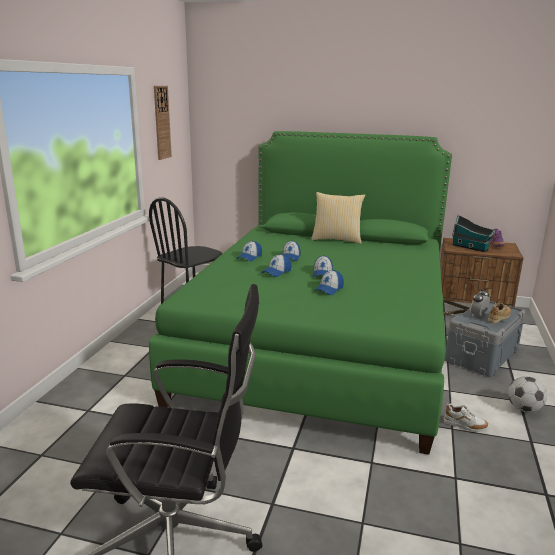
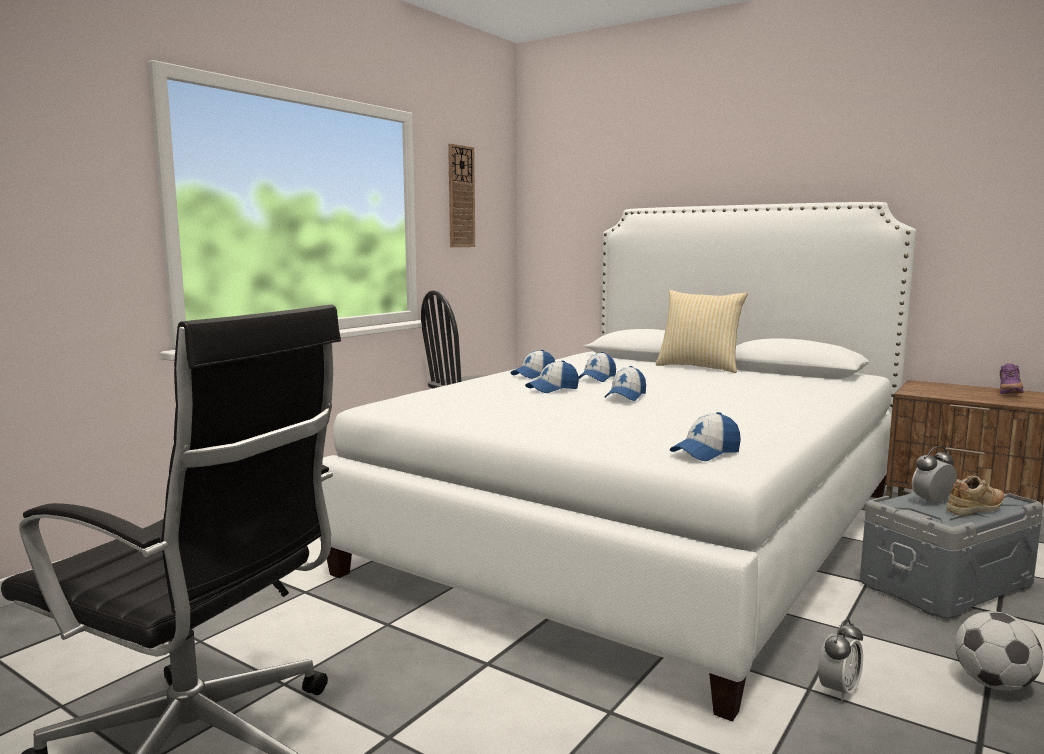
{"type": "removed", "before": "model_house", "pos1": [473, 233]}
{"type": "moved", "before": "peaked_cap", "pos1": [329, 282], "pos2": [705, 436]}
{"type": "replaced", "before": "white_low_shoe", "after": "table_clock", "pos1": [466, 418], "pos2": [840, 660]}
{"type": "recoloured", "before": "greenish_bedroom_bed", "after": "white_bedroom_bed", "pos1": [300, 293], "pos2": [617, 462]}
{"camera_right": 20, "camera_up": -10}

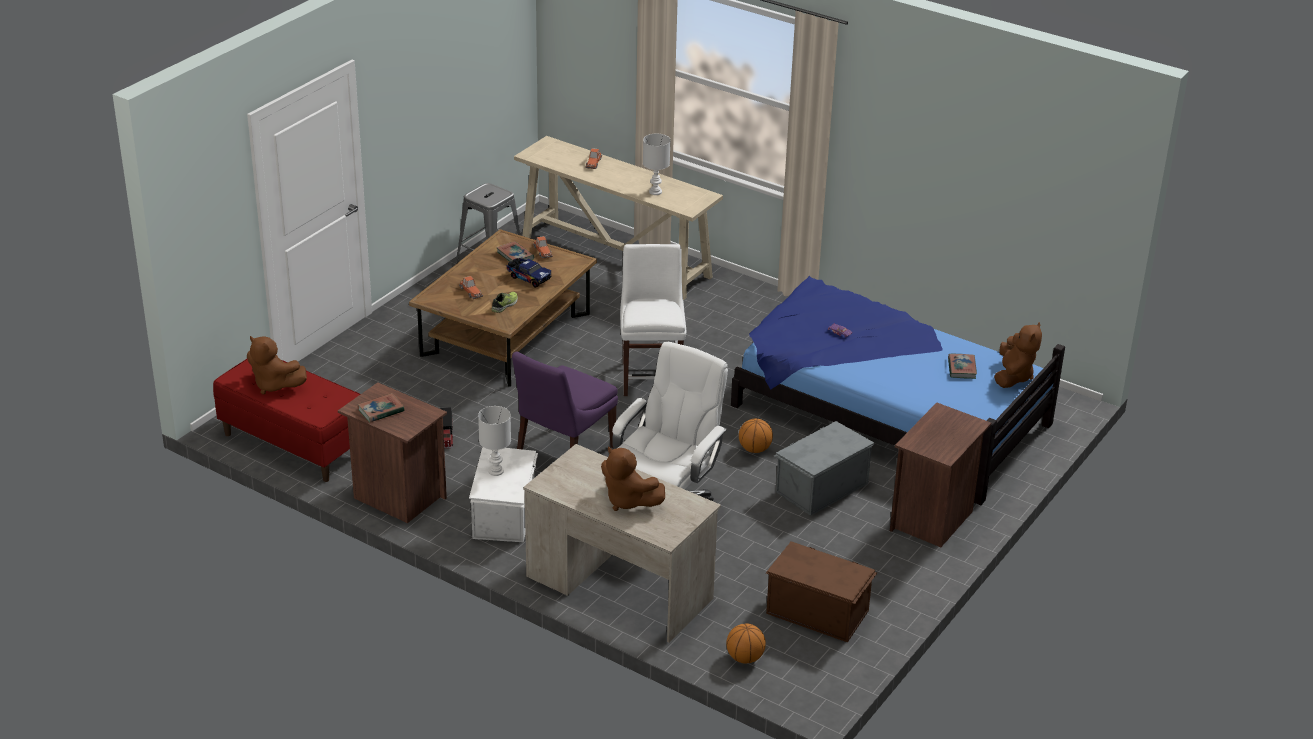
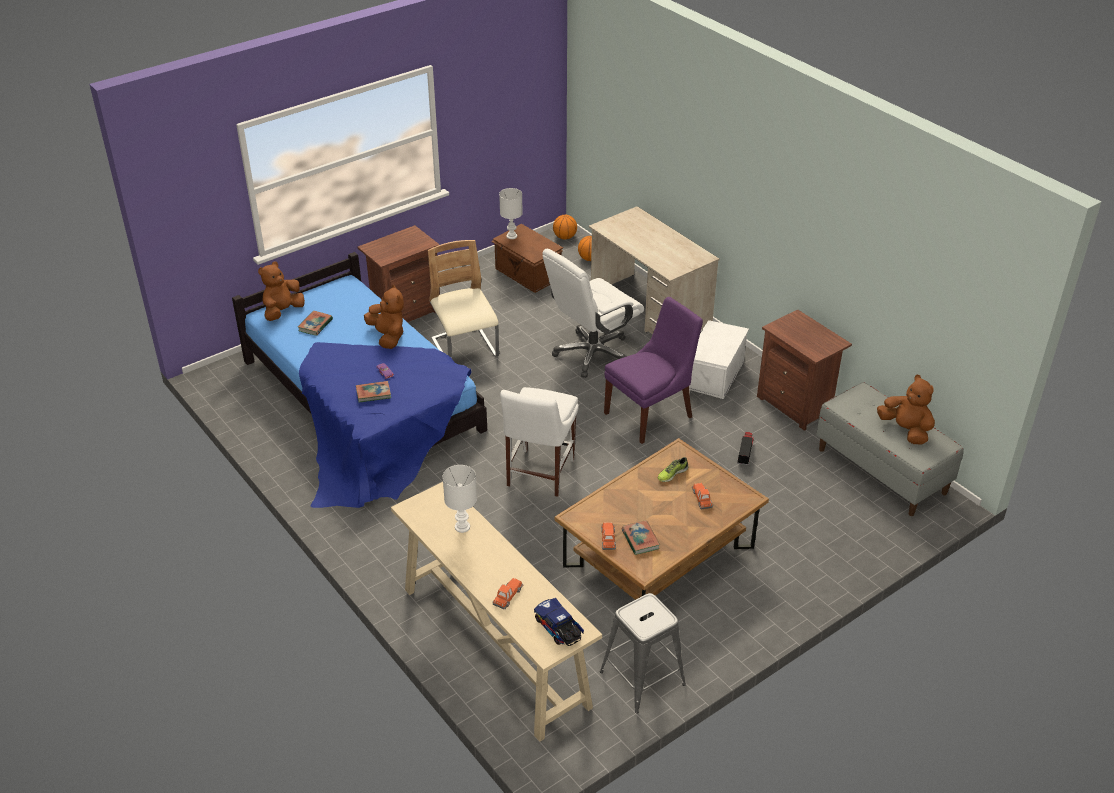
{"type": "moved", "before": "volume", "pos1": [381, 407], "pos2": [373, 392]}
{"type": "moved", "before": "white_lamp_for_a_table", "pos1": [494, 441], "pos2": [511, 213]}
{"type": "moved", "before": "toy_truck", "pos1": [529, 273], "pos2": [559, 622]}
{"type": "moved", "before": "brown-coloured_cuddly_toy", "pos1": [633, 478], "pos2": [384, 317]}
{"type": "moved", "before": "ball_for_basketball", "pos1": [756, 435], "pos2": [565, 227]}
{"type": "replaced", "before": "gray_storage_bin", "after": "beige_plain_chair", "pos1": [824, 468], "pos2": [463, 299]}
{"type": "recoloured", "before": "reddish_bench", "after": "gray_bench", "pos1": [286, 420], "pos2": [890, 449]}
{"camera_right": -160, "camera_up": 5}

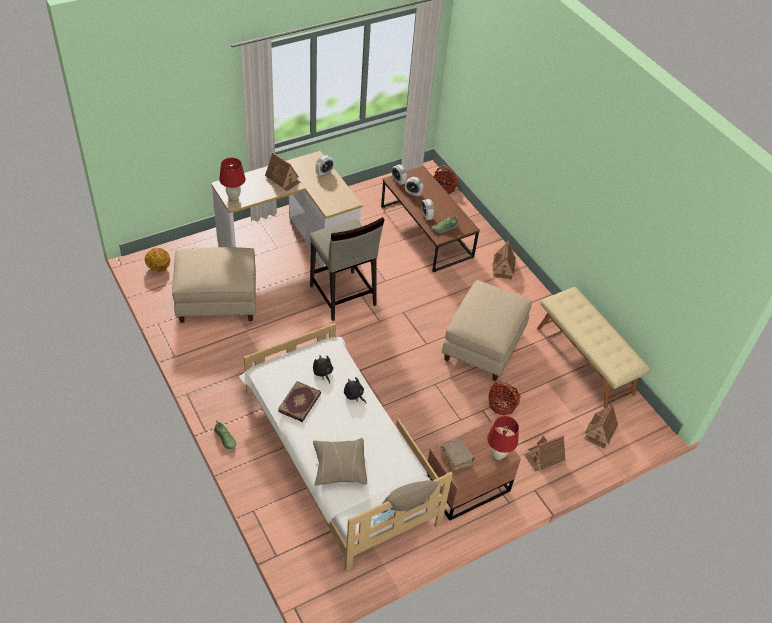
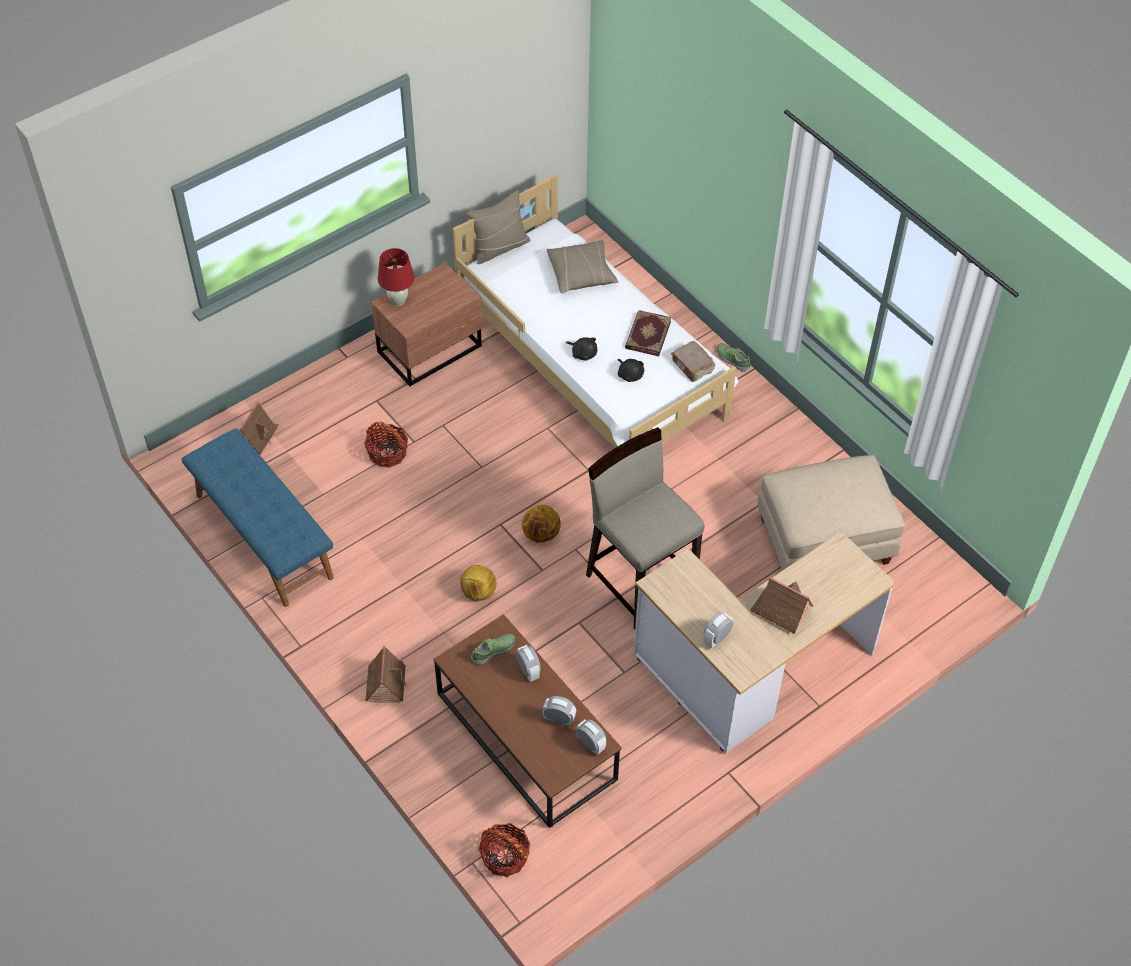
{"type": "removed", "before": "reddish_lamp_for_a_table", "pos1": [232, 179]}
{"type": "removed", "before": "beige_ottoman", "pos1": [487, 330]}
{"type": "removed", "before": "model_house", "pos1": [544, 453]}
{"type": "added", "after": "football_ball", "pos2": [478, 583]}
{"type": "moved", "before": "ball_for_basketball", "pos1": [157, 260], "pos2": [541, 524]}
{"type": "moved", "before": "brown-coloured_volume", "pos1": [457, 454], "pos2": [693, 361]}
{"type": "recoloured", "before": "beige_bench", "after": "bluish_bench", "pos1": [594, 347], "pos2": [258, 517]}
{"camera_right": 175, "camera_up": 5}

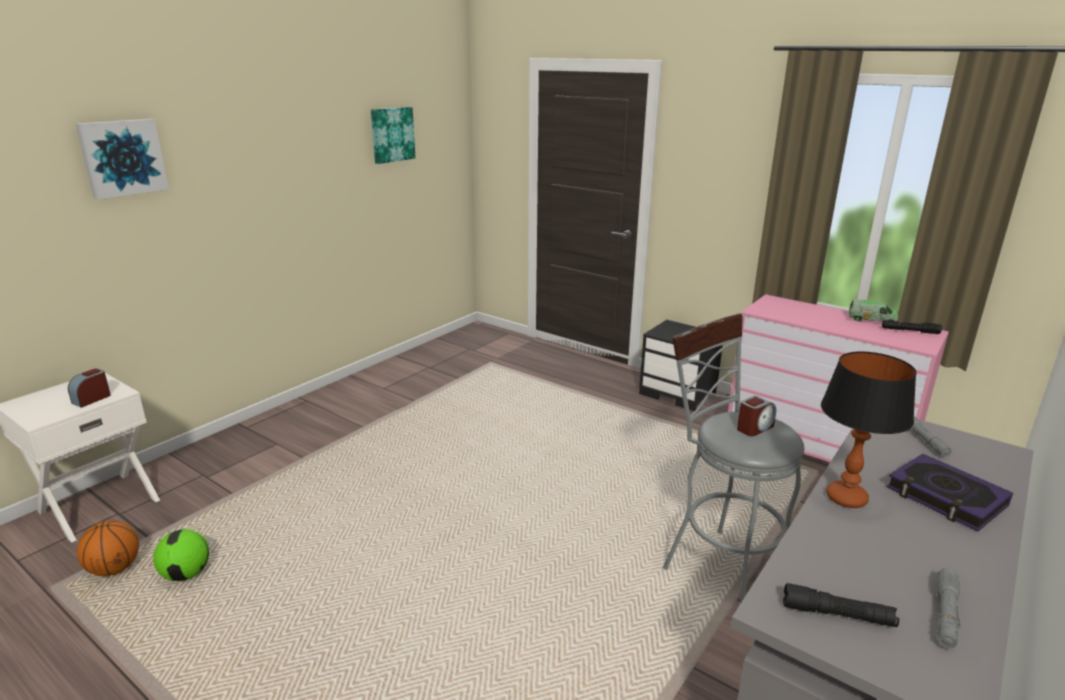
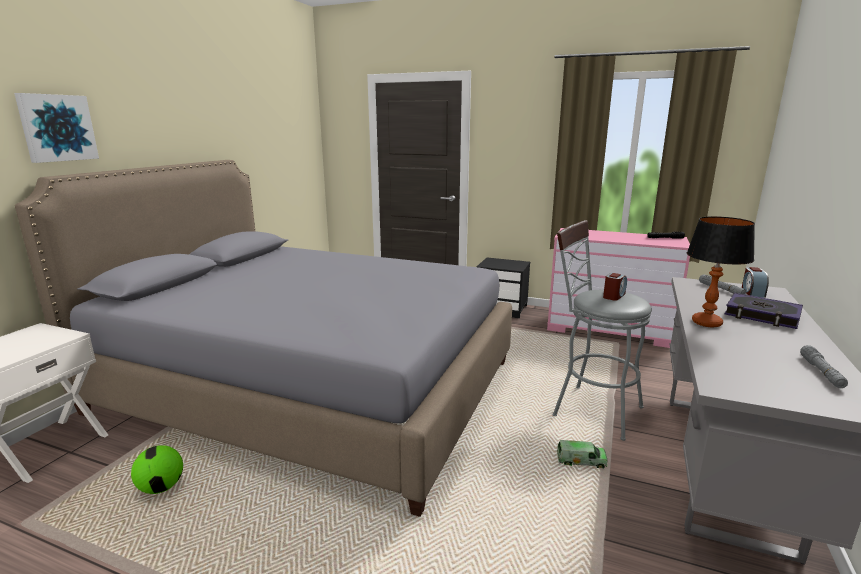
{"type": "removed", "before": "ball_for_basketball", "pos1": [108, 548]}
{"type": "removed", "before": "picture", "pos1": [393, 135]}
{"type": "removed", "before": "blackish_torch", "pos1": [841, 605]}
{"type": "added", "after": "gray_bedroom_bed", "pos2": [263, 338]}
{"type": "moved", "before": "table_clock", "pos1": [89, 388], "pos2": [755, 282]}
{"type": "moved", "before": "toy_truck", "pos1": [873, 310], "pos2": [582, 454]}
{"camera_right": -15, "camera_up": -5}

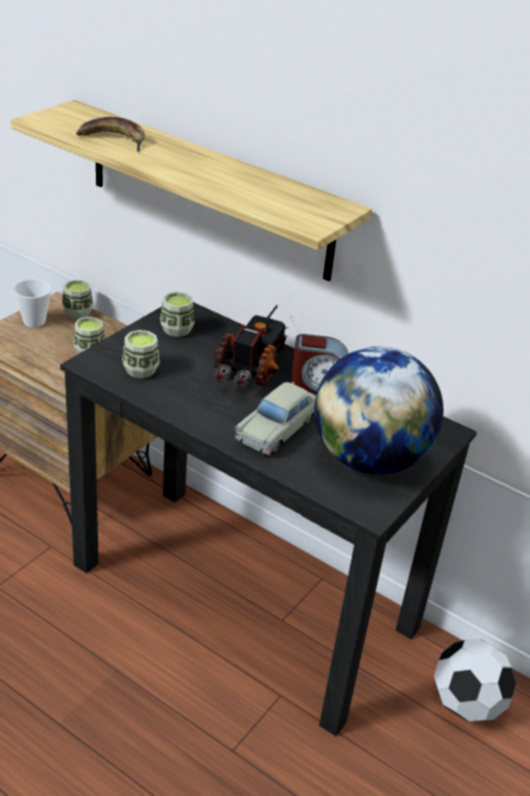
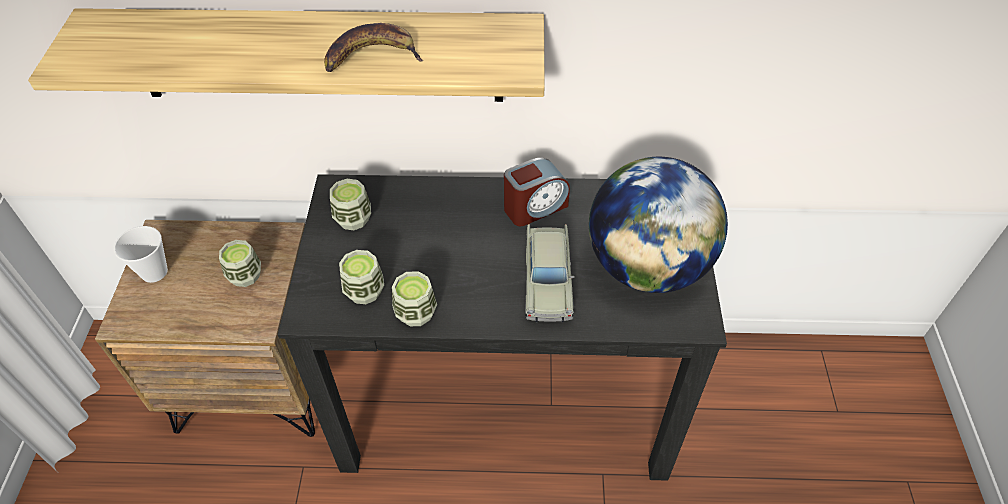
{"type": "removed", "before": "toy_truck", "pos1": [250, 346]}
{"type": "removed", "before": "football_ball", "pos1": [475, 680]}
{"type": "moved", "before": "cup", "pos1": [77, 299], "pos2": [414, 298]}
{"type": "moved", "before": "banana", "pos1": [110, 134], "pos2": [373, 47]}
{"camera_right": -30, "camera_up": 15}

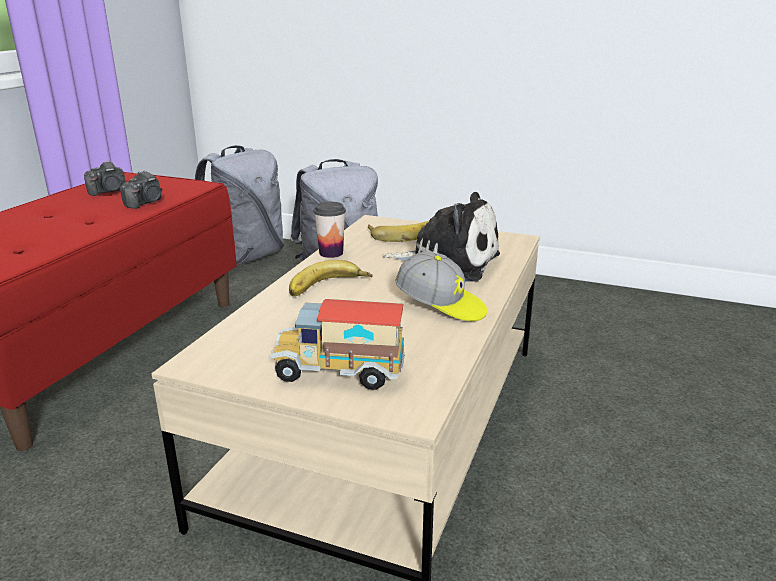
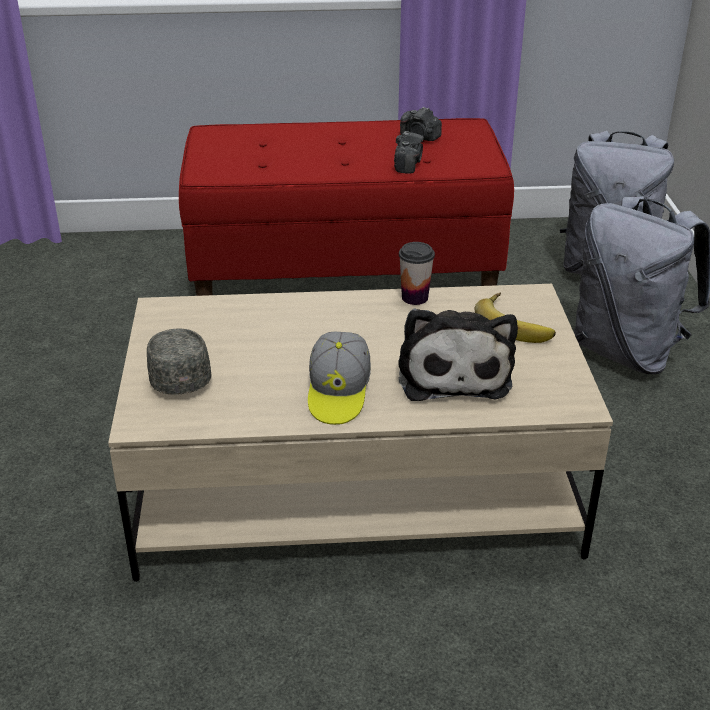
{"type": "removed", "before": "banana", "pos1": [330, 278]}
{"type": "replaced", "before": "toy_truck", "after": "gray_peaked_cap", "pos1": [337, 344], "pos2": [179, 362]}
{"type": "turned", "before": "still_camera", "pos1": [141, 189], "pos2": [409, 152], "turn": -90}
{"camera_right": 65, "camera_up": 10}

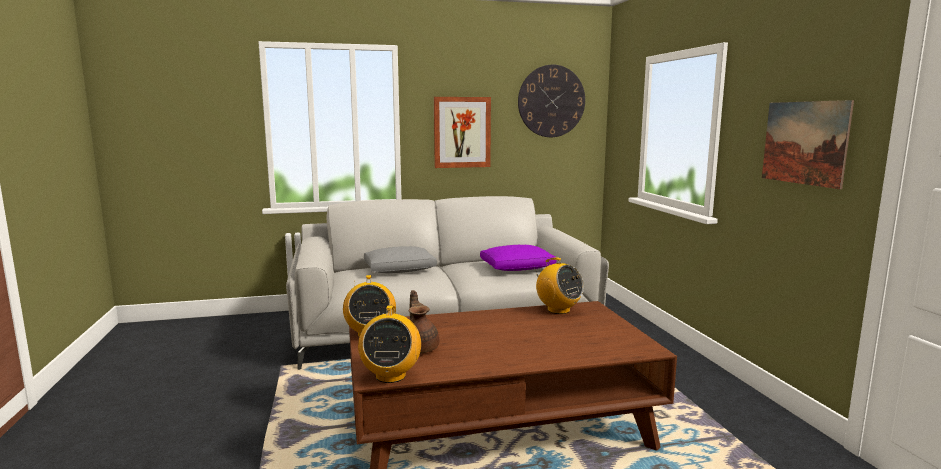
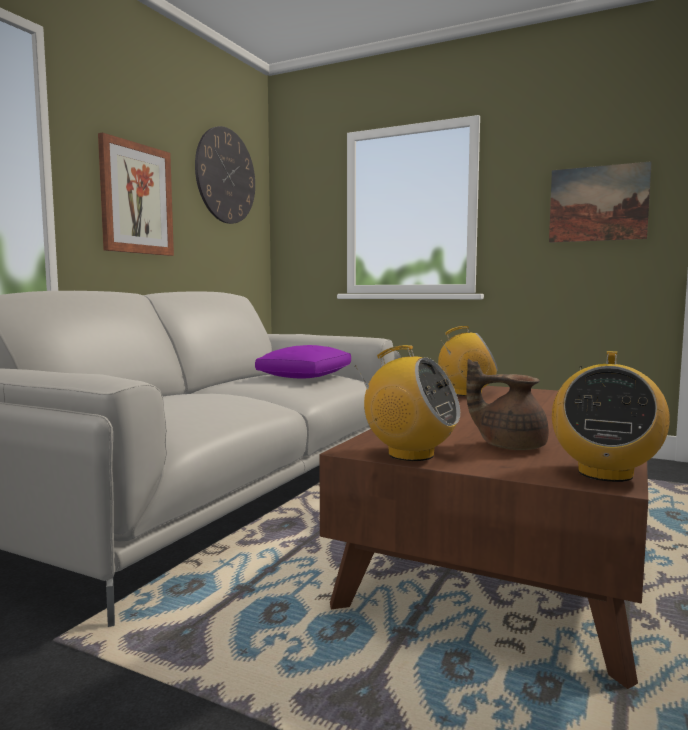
{"type": "removed", "before": "gray_cushion", "pos1": [400, 259]}
{"type": "turned", "before": "radio_receiver", "pos1": [389, 344], "pos2": [611, 416], "turn": 75}
{"camera_right": -50, "camera_up": -5}

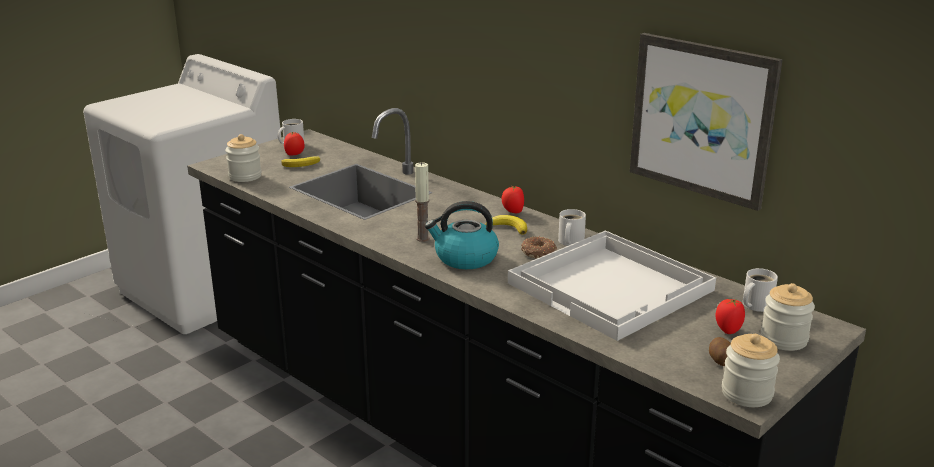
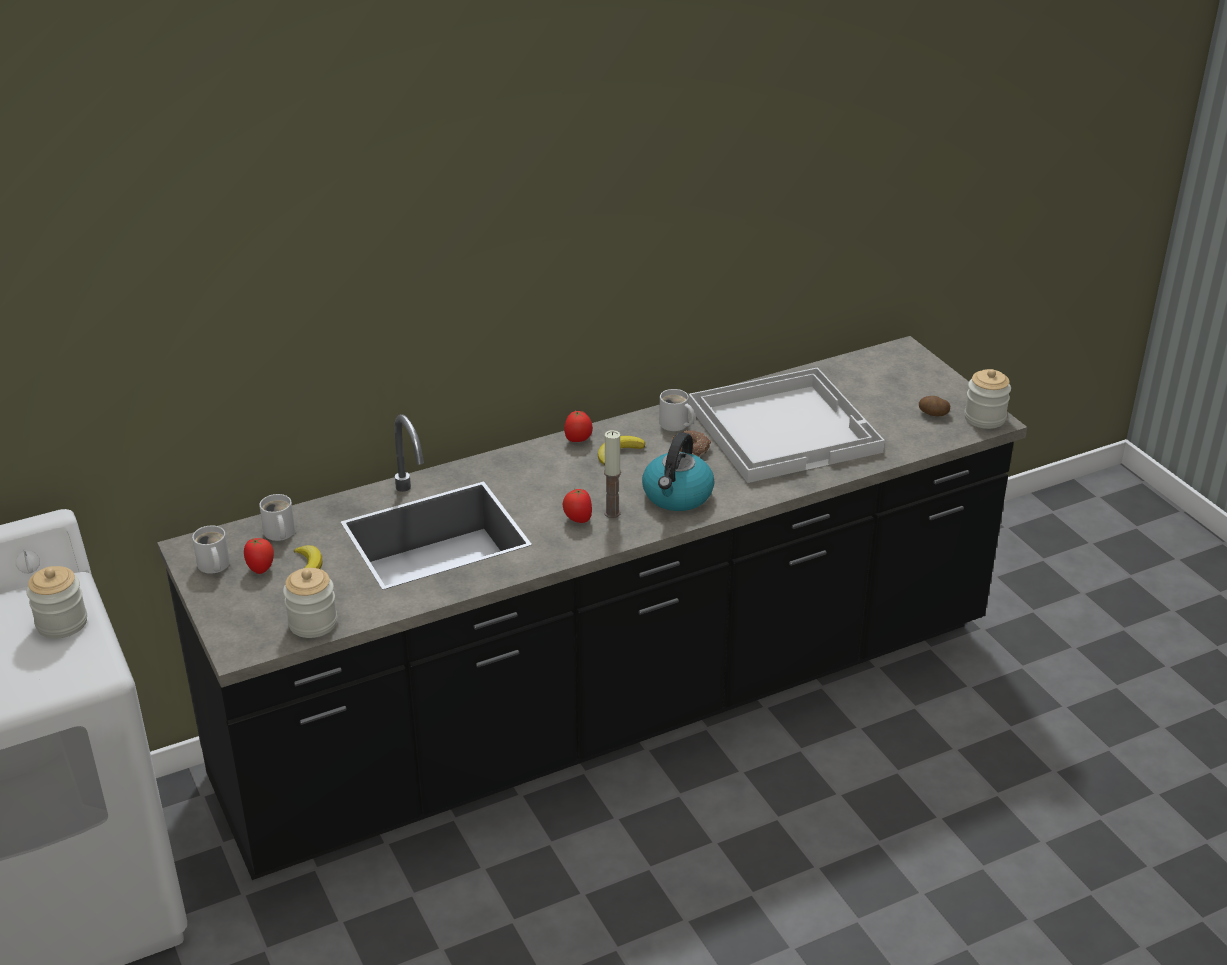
{"type": "removed", "before": "picture", "pos1": [706, 122]}
{"type": "moved", "before": "whole_tomato", "pos1": [730, 316], "pos2": [577, 506]}
{"type": "moved", "before": "white_mug", "pos1": [760, 290], "pos2": [277, 517]}
{"type": "moved", "before": "preserve_jar", "pos1": [788, 317], "pos2": [57, 602]}
{"camera_right": -70, "camera_up": 10}

